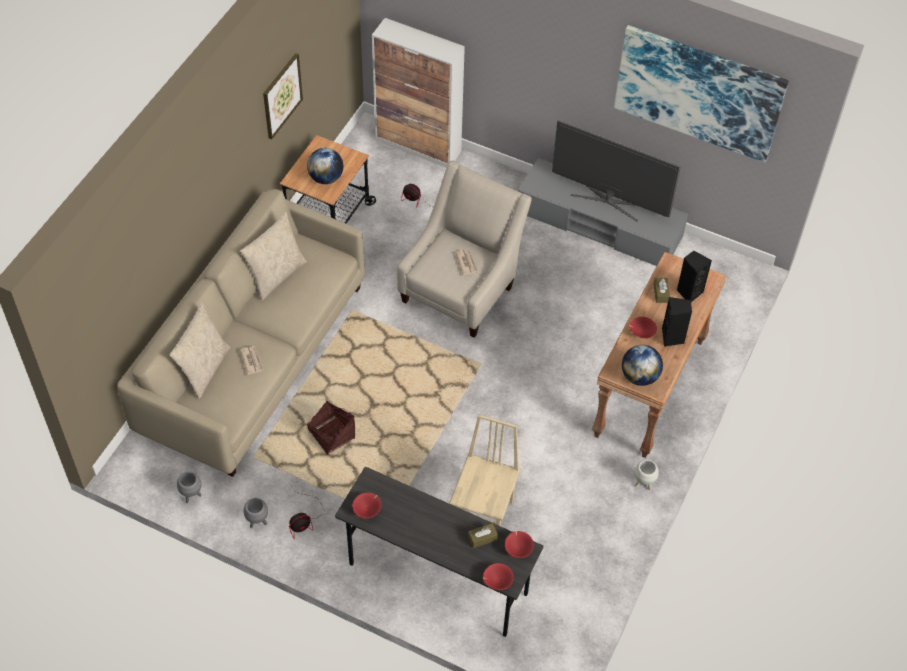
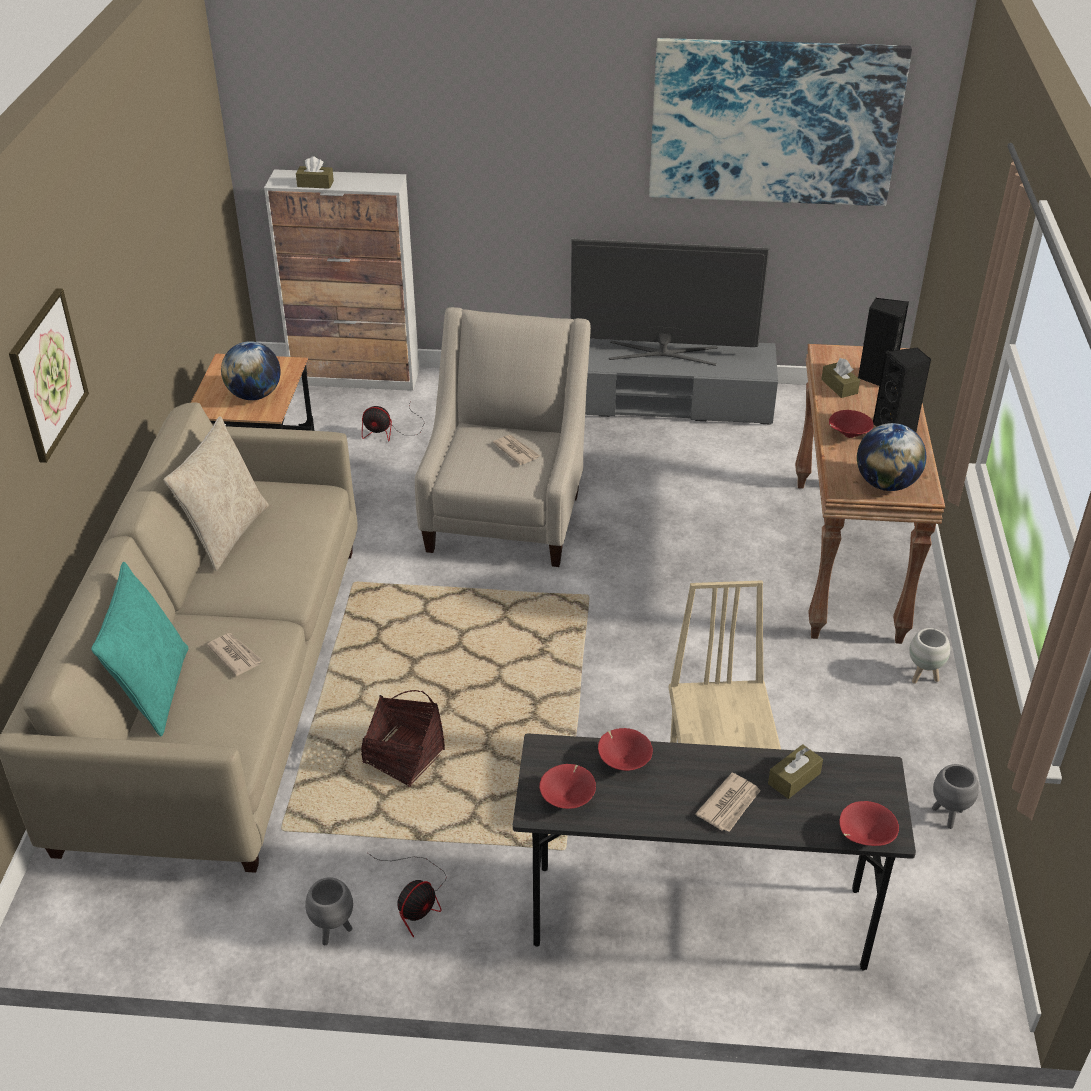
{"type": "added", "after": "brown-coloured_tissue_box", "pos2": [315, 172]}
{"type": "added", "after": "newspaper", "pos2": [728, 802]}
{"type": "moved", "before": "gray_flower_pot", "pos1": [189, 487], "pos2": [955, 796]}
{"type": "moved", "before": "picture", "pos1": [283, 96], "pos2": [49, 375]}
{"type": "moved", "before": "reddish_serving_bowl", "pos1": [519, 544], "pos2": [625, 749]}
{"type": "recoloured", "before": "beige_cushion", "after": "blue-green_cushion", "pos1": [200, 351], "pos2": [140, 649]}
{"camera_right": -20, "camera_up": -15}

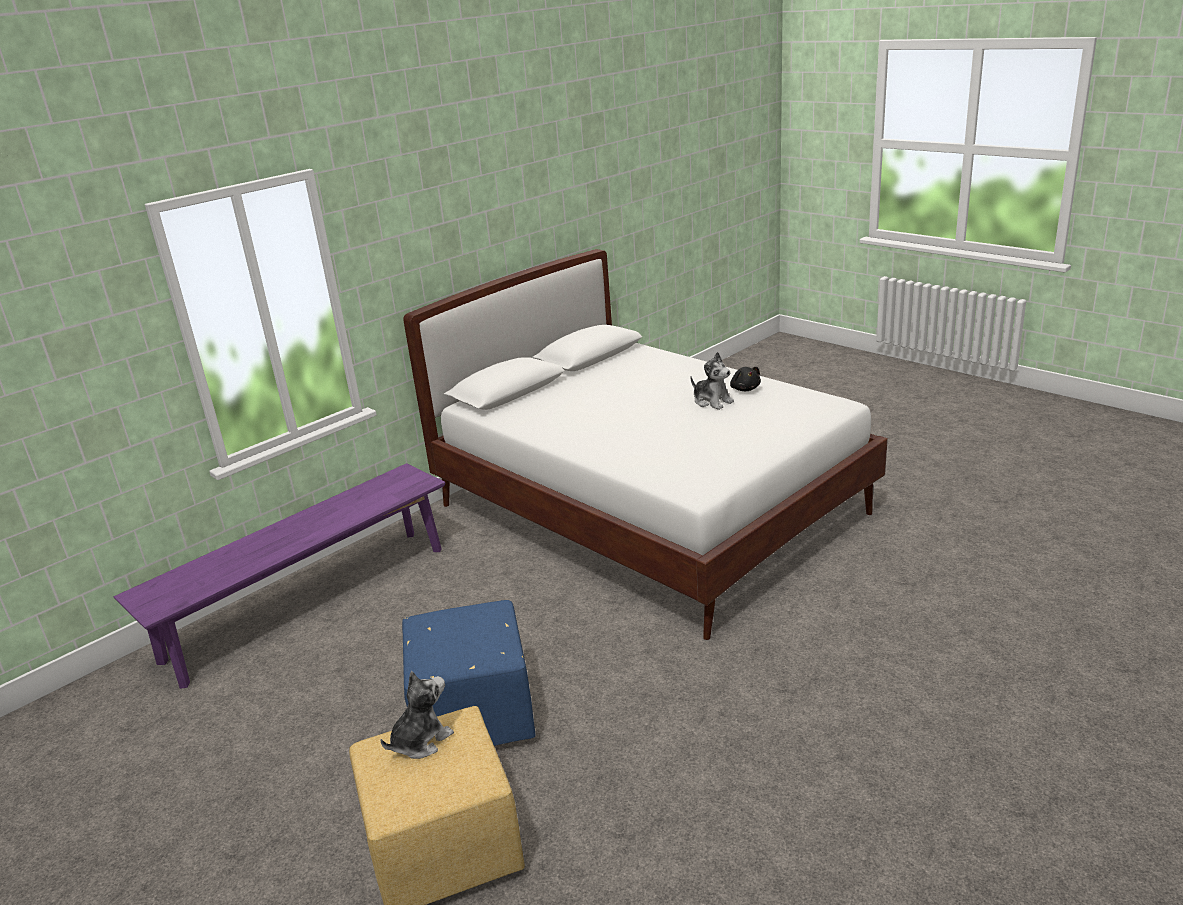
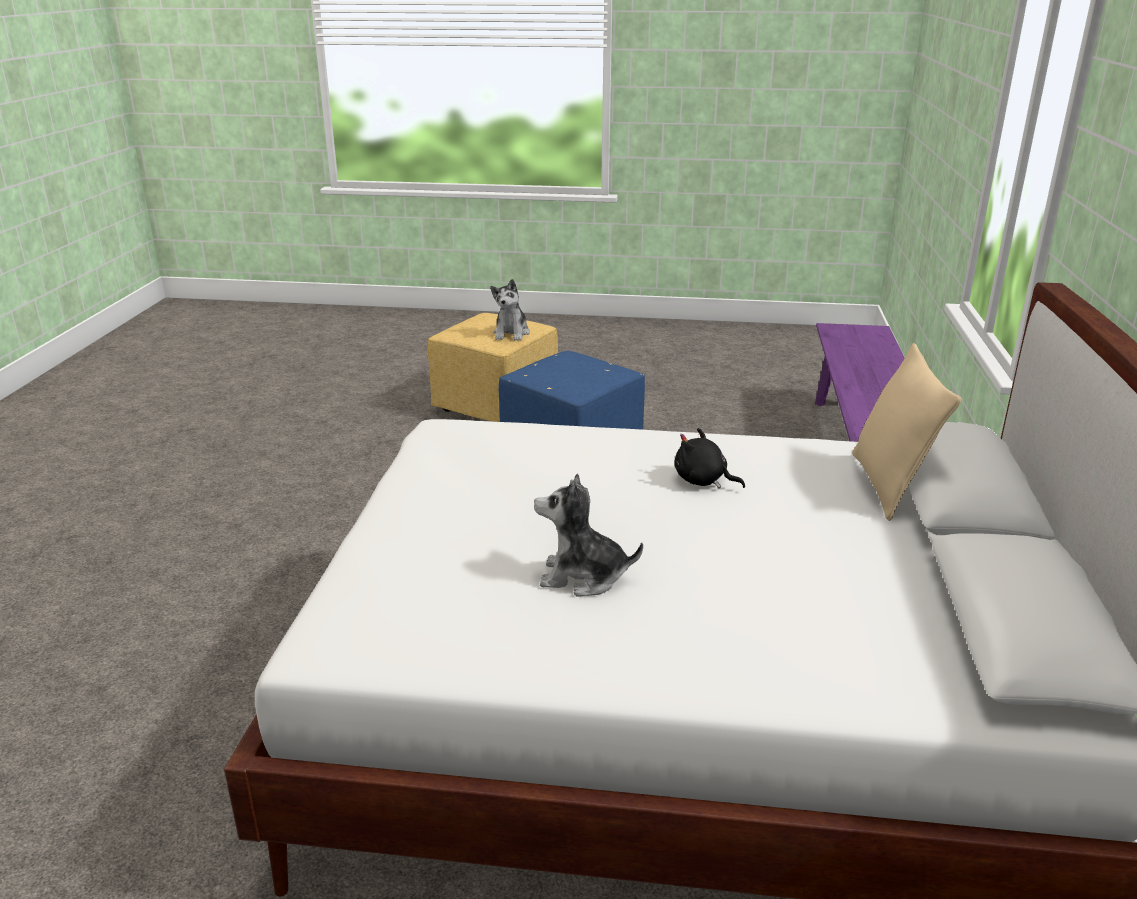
{"type": "added", "after": "beige_cushion", "pos2": [907, 432]}
{"type": "moved", "before": "blackish_cuddly_toy", "pos1": [745, 379], "pos2": [709, 458]}
{"camera_right": 140, "camera_up": 0}

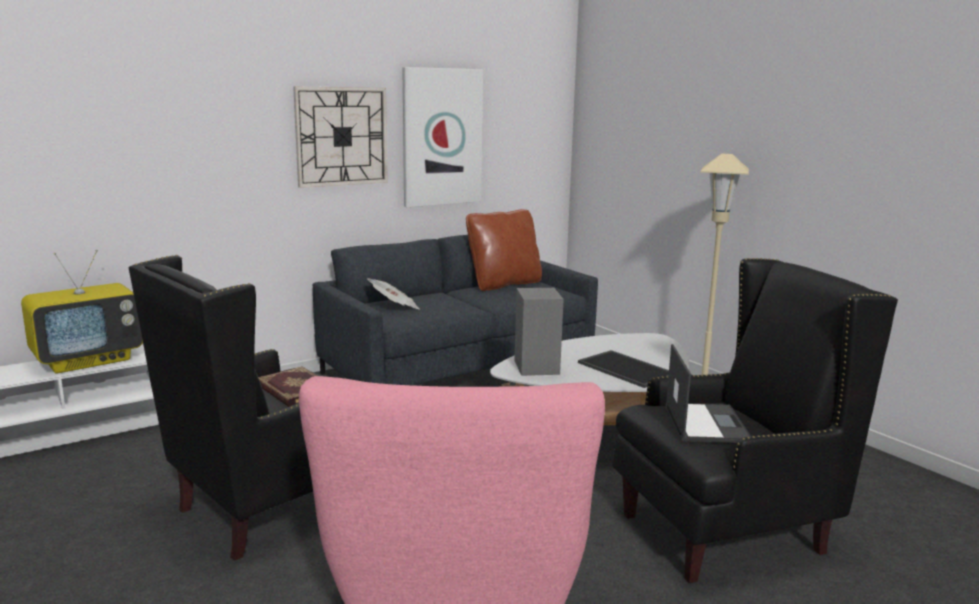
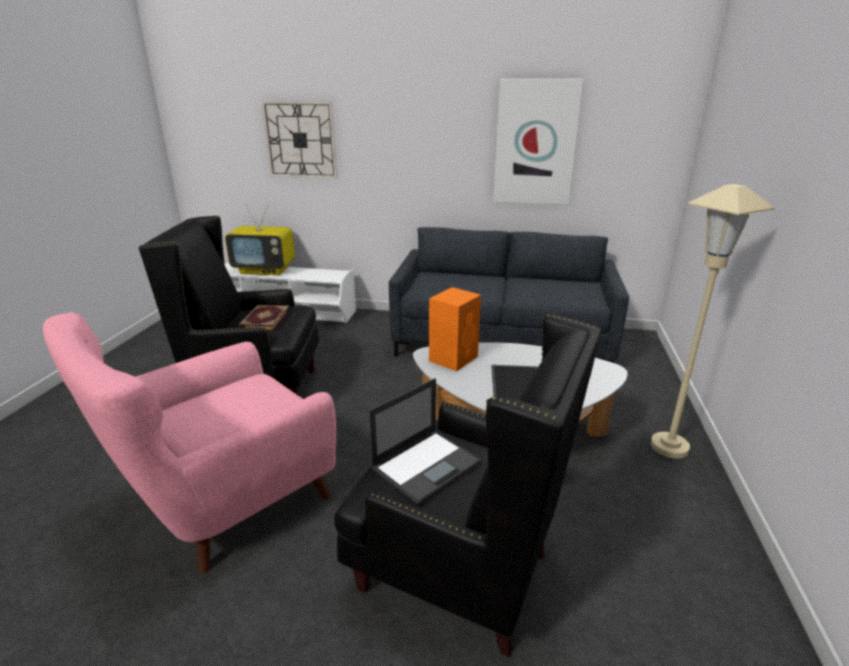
{"type": "removed", "before": "newspaper", "pos1": [393, 293]}
{"type": "removed", "before": "brown-coloured_cushion", "pos1": [504, 250]}
{"type": "moved", "before": "hanging_clock", "pos1": [340, 137], "pos2": [299, 140]}
{"type": "recoloured", "before": "gray_loudspeaker", "after": "orange_loudspeaker", "pos1": [539, 332], "pos2": [455, 329]}
{"camera_right": 45, "camera_up": 10}

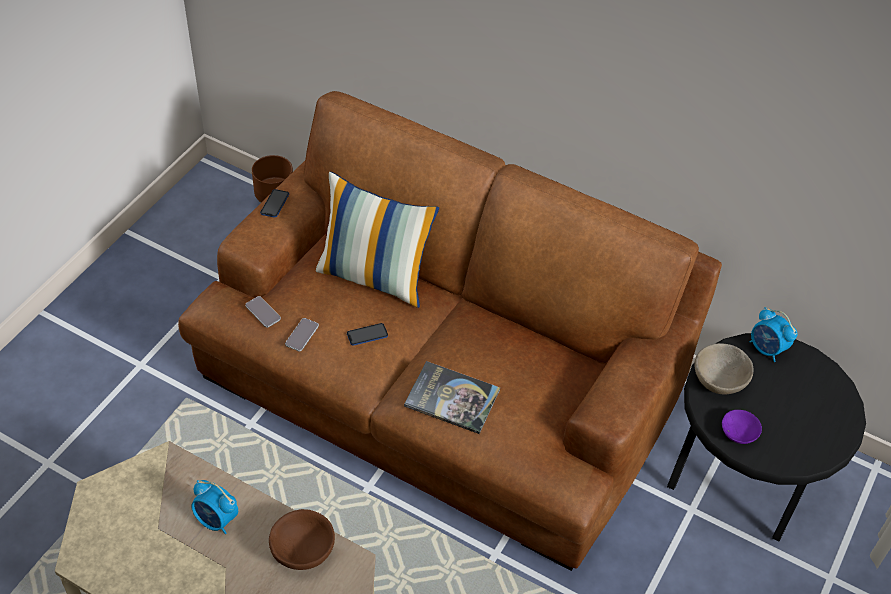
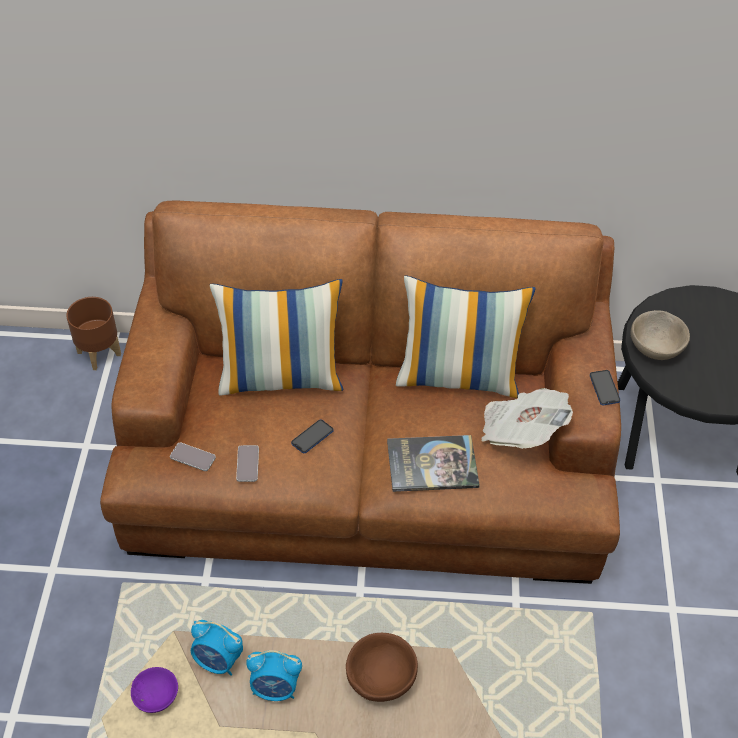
{"type": "added", "after": "cushion", "pos2": [466, 337]}
{"type": "added", "after": "newspaper", "pos2": [527, 418]}
{"type": "moved", "before": "handset", "pos1": [274, 203], "pos2": [605, 388]}
{"type": "moved", "before": "purple-coloured_serving_bowl", "pos1": [742, 427], "pos2": [154, 690]}
{"type": "moved", "before": "table_clock", "pos1": [773, 334], "pos2": [217, 648]}
{"camera_right": -25, "camera_up": 0}

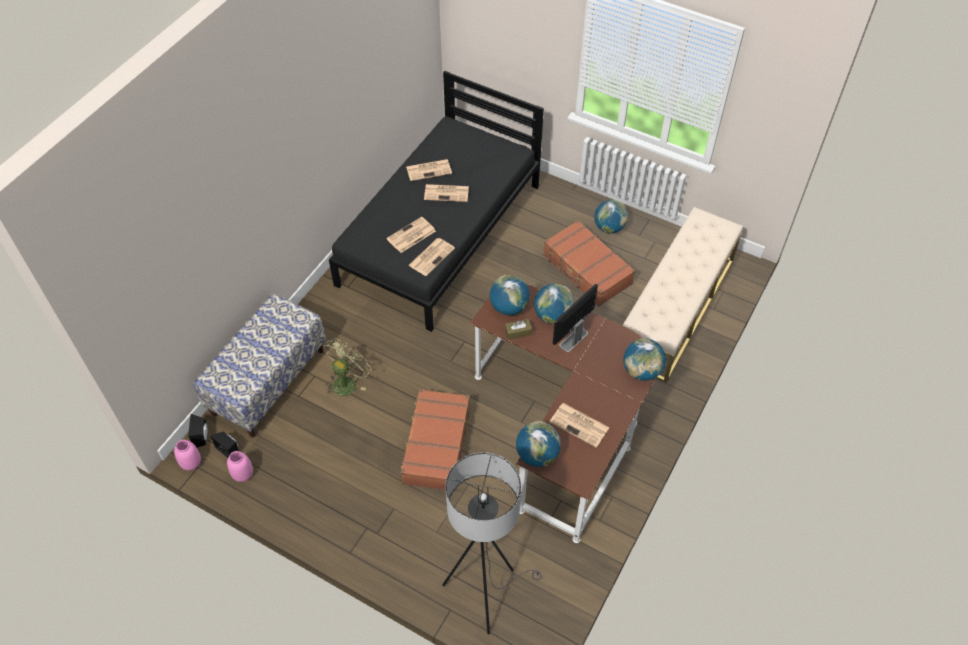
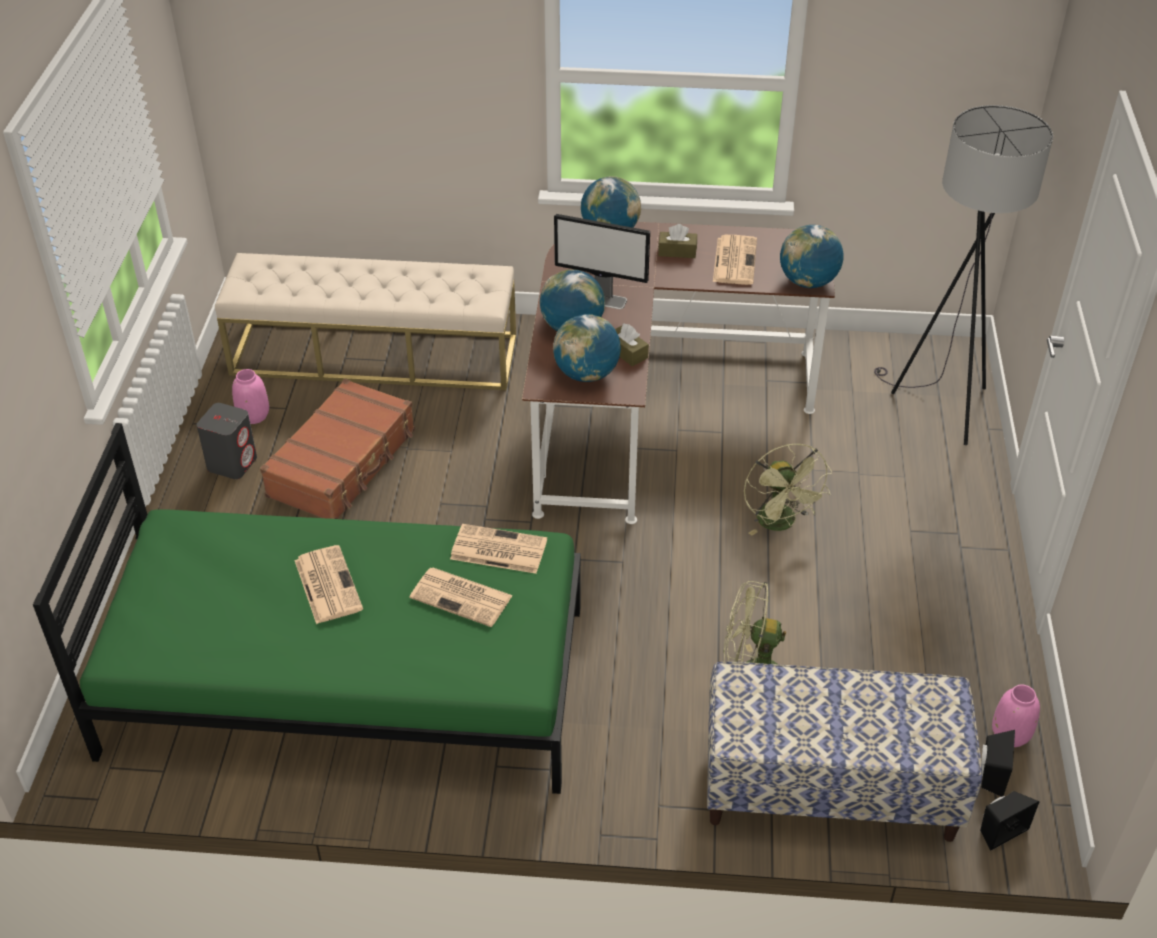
{"type": "removed", "before": "newspaper", "pos1": [429, 170]}
{"type": "added", "after": "brown-coloured_tissue_box", "pos2": [677, 241]}
{"type": "moved", "before": "pink-coloured_vase", "pos1": [187, 455], "pos2": [250, 396]}
{"type": "replaced", "before": "brown-coloured_piece_of_luggage", "after": "greenish_fan", "pos1": [434, 439], "pos2": [788, 490]}
{"type": "replaced", "before": "globe", "after": "gray_loudspeaker", "pos1": [611, 217], "pos2": [227, 441]}
{"type": "recoloured", "before": "blackish_bedroom_bed", "after": "greenish_bedroom_bed", "pos1": [436, 201], "pos2": [307, 608]}
{"camera_right": -115, "camera_up": -10}

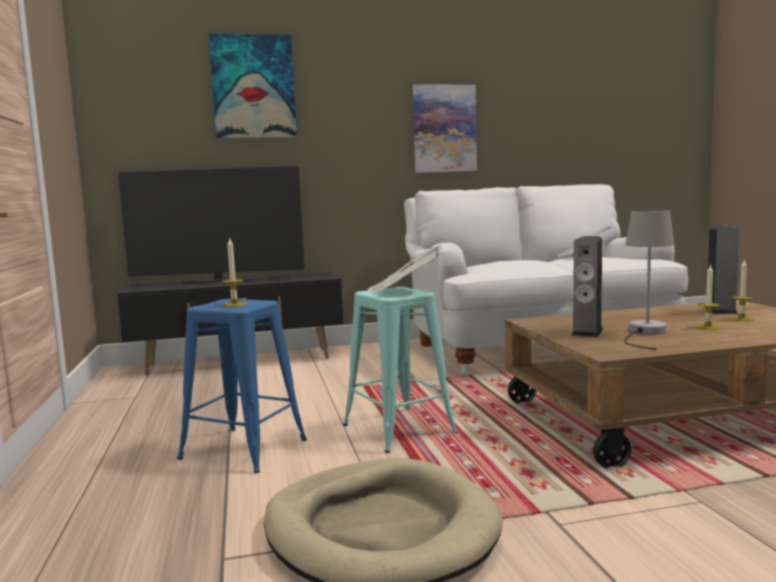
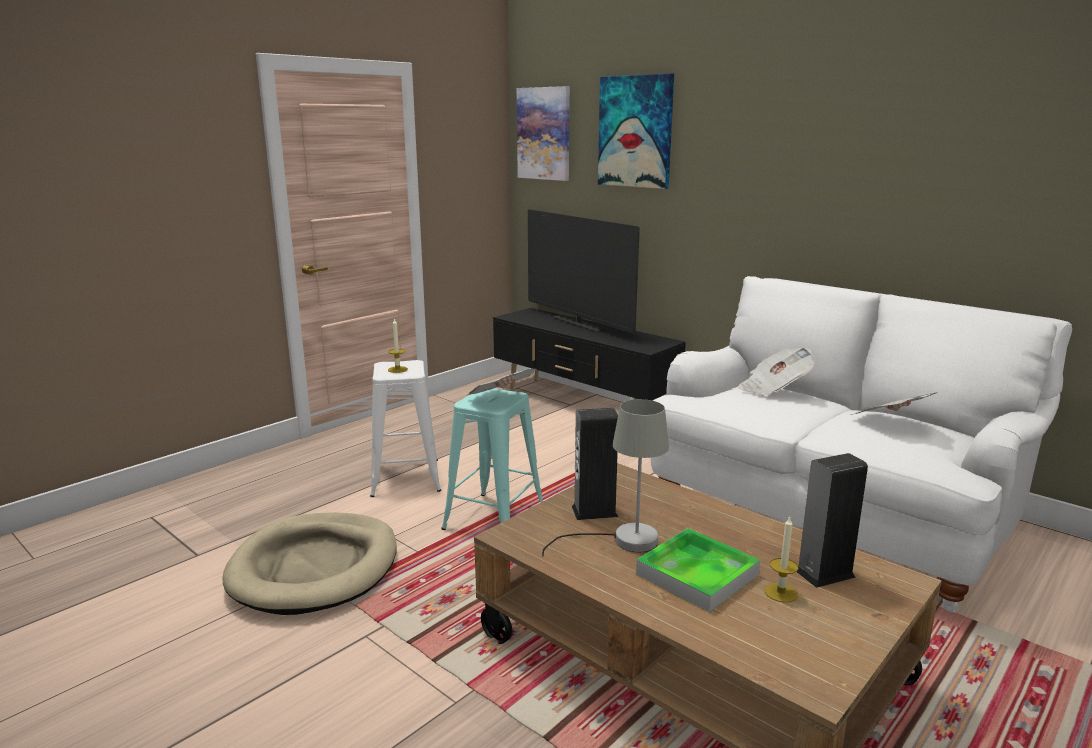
{"type": "added", "after": "newspaper", "pos2": [776, 371]}
{"type": "moved", "before": "picture", "pos1": [445, 129], "pos2": [543, 133]}
{"type": "replaced", "before": "wax_light", "after": "carrying_tray", "pos1": [708, 297], "pos2": [698, 570]}
{"type": "recoloured", "before": "bluish_stool", "after": "white_stool", "pos1": [242, 386], "pos2": [405, 428]}
{"camera_right": 55, "camera_up": 10}

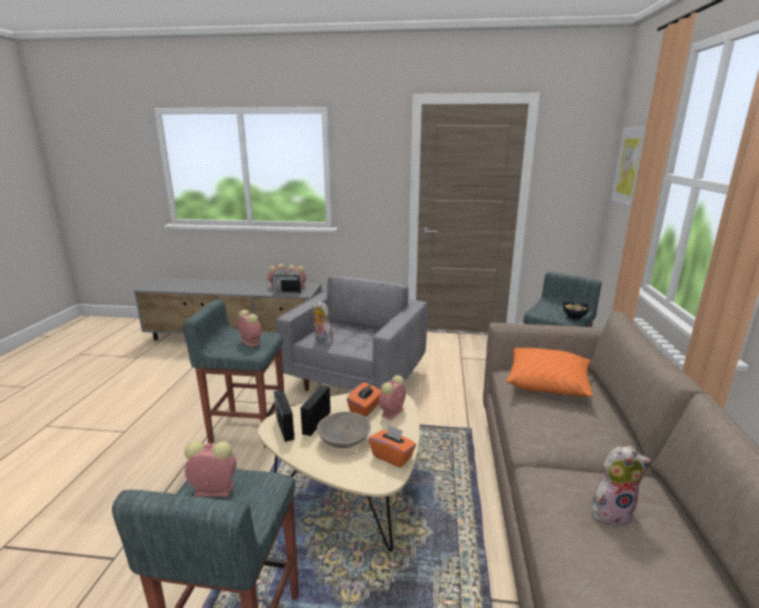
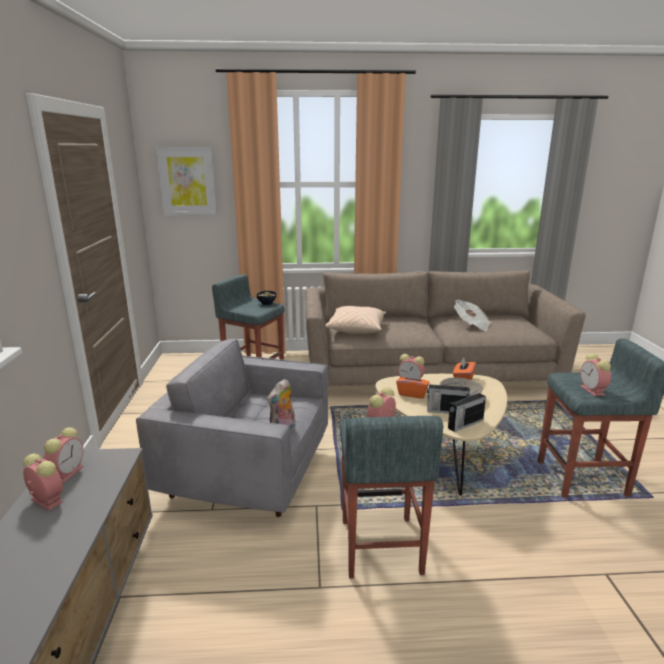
{"type": "removed", "before": "radio_receiver", "pos1": [286, 282]}
{"type": "replaced", "before": "cuddly_toy", "after": "newspaper", "pos1": [621, 486], "pos2": [473, 315]}
{"type": "recoloured", "before": "orange_cushion", "after": "beige_cushion", "pos1": [549, 372], "pos2": [355, 320]}
{"camera_right": -100, "camera_up": 0}

